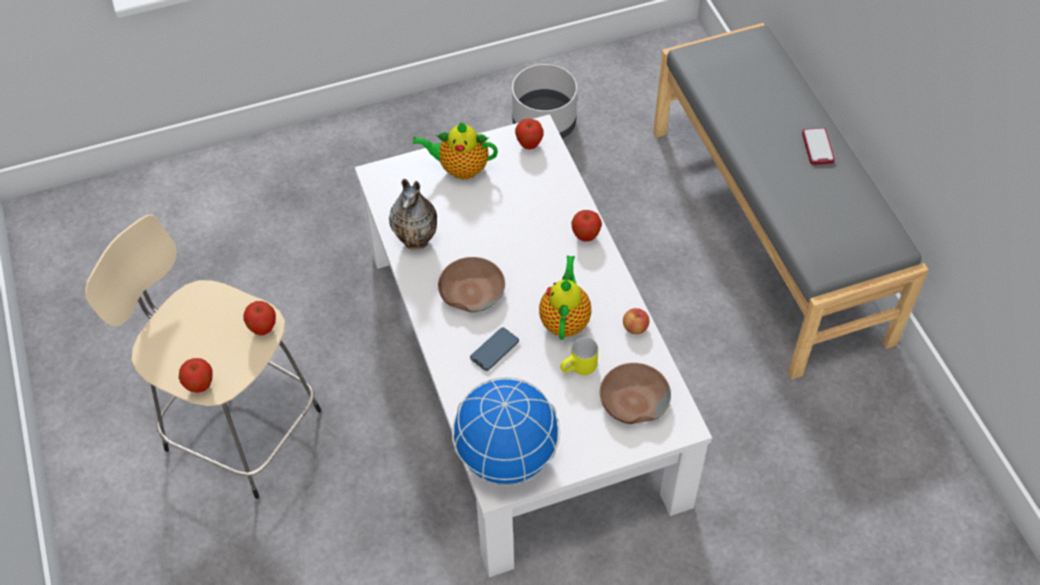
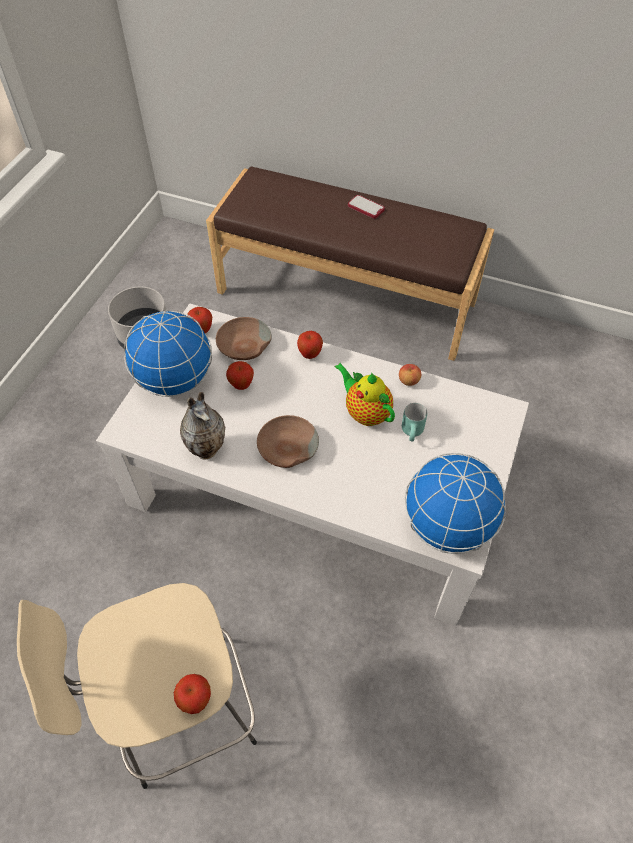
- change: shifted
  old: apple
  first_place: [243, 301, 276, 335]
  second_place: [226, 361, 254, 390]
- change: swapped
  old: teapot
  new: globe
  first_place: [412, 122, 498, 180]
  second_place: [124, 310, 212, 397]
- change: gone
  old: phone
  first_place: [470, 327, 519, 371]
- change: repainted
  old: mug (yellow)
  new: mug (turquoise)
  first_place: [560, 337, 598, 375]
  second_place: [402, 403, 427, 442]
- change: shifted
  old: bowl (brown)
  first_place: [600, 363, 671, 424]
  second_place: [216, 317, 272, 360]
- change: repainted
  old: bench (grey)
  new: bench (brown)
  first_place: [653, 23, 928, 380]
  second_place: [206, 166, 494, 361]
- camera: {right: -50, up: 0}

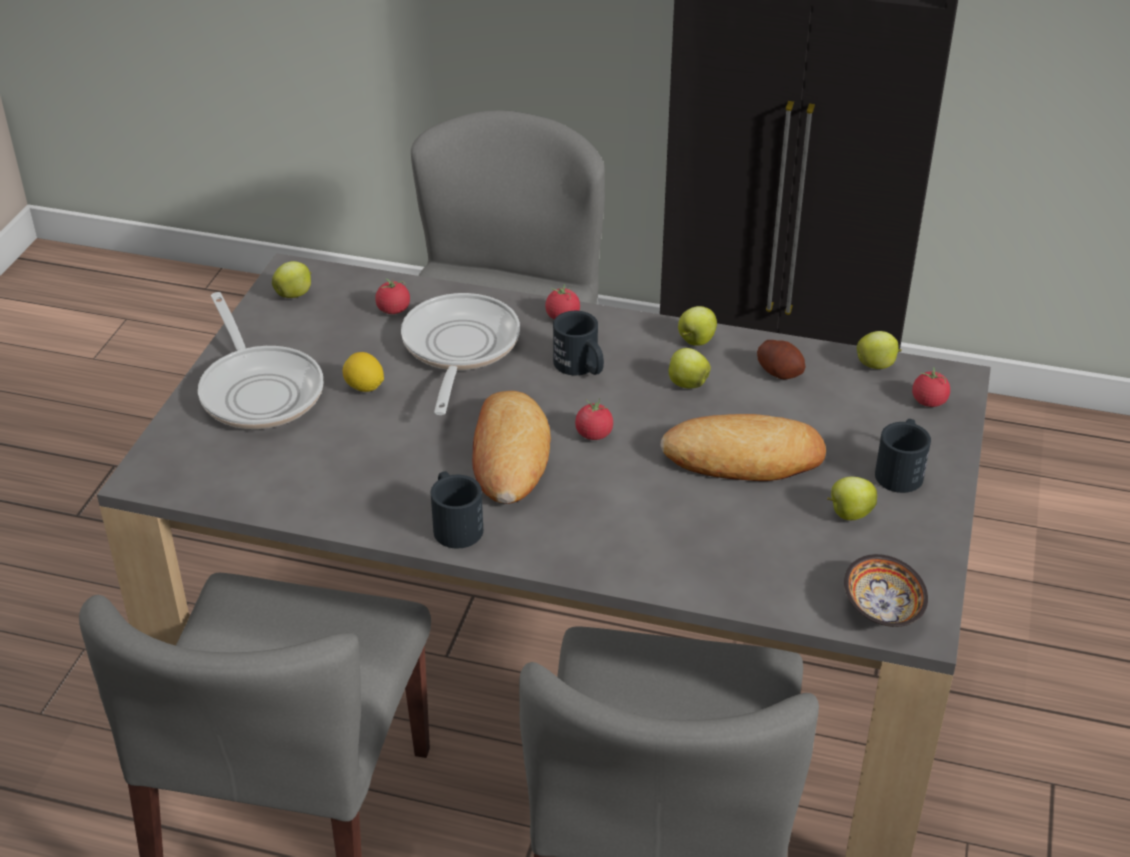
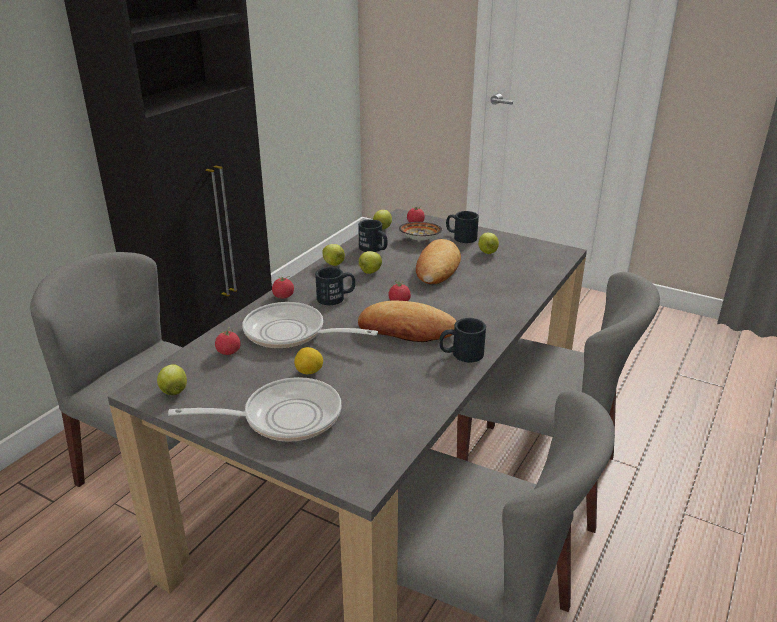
- change: swapped
  old: potato
  new: mug (black)
  first_place: [757, 340, 805, 379]
  second_place: [358, 219, 388, 252]
- change: shifted
  old: bowl
  first_place: [844, 554, 928, 627]
  second_place: [399, 222, 442, 241]
- camera: {right: -75, up: -10}

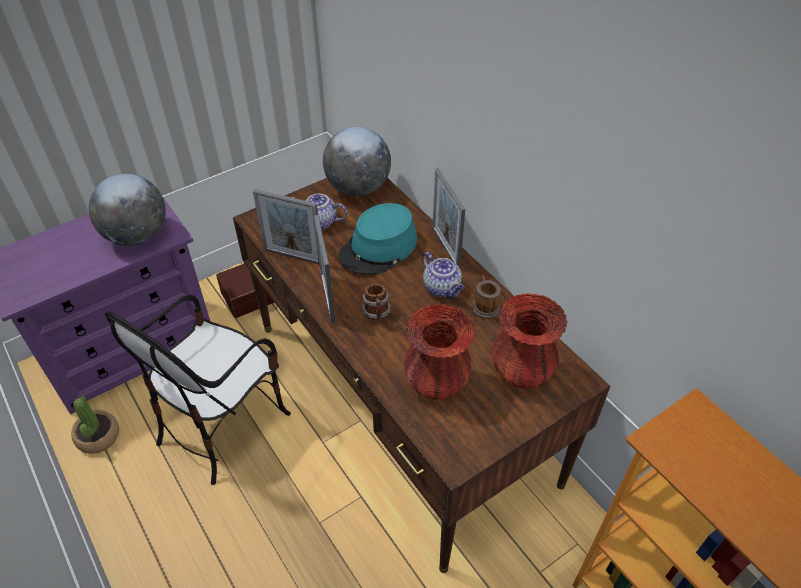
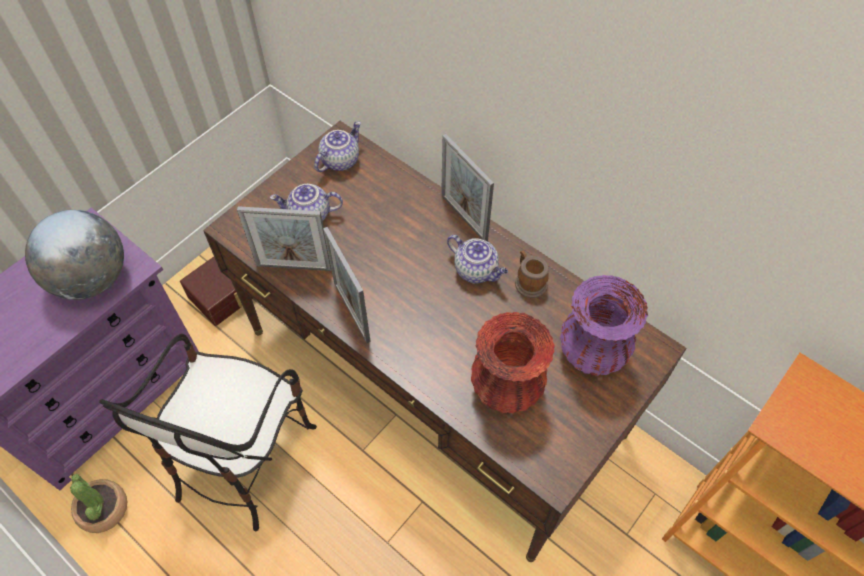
- change: swapped
  old: globe
  new: teapot
  first_place: [323, 127, 391, 196]
  second_place: [314, 121, 361, 172]
- change: gone
  old: hat (turquoise)
  first_place: [339, 203, 417, 275]
- change: gone
  old: mug
  first_place: [362, 283, 391, 320]
- change: repainted
  old: vase (red)
  new: vase (purple)
  first_place: [492, 293, 567, 388]
  second_place: [560, 275, 648, 376]
- camera: {right: -15, up: 10}

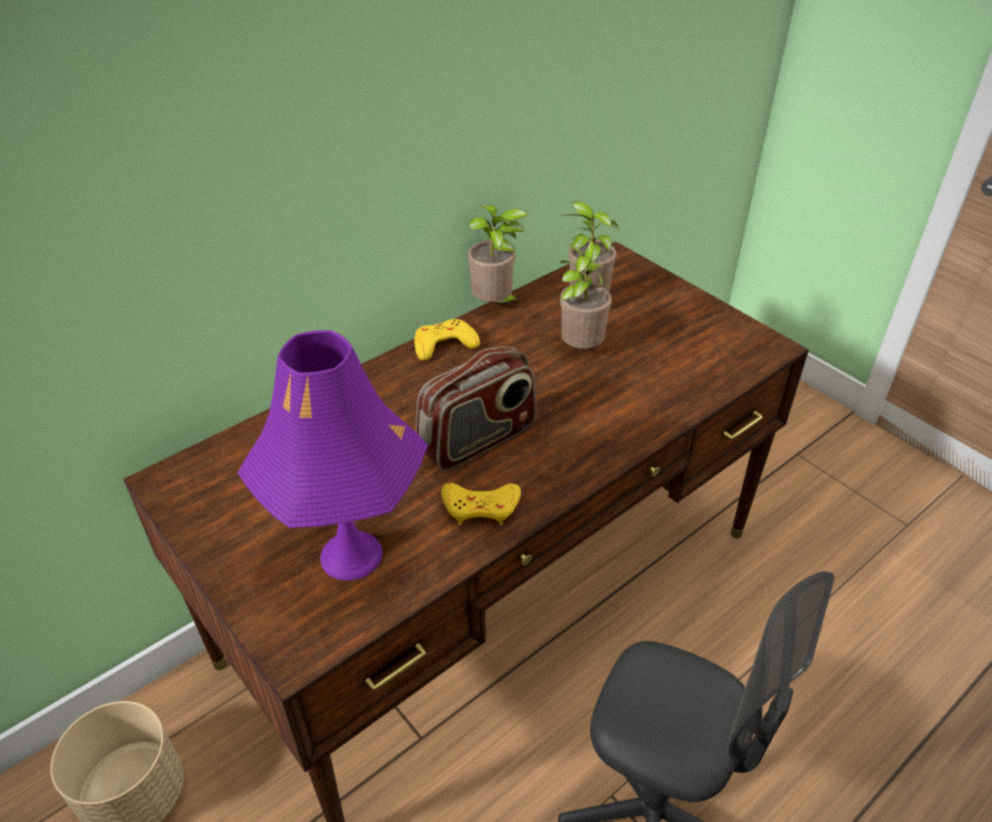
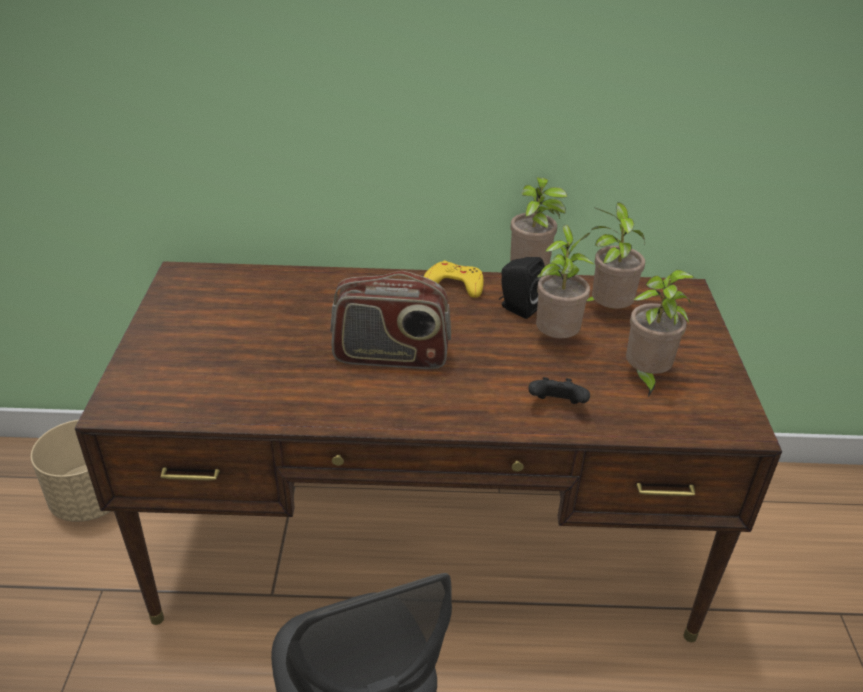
- change: gone
  old: table lamp (purple)
  first_place: [237, 330, 428, 581]
- change: gone
  old: game controller (yellow)
  first_place: [441, 483, 521, 525]
- change: new
  new: speaker (black)
  second_place: [499, 257, 545, 319]
- change: new
  new: game controller (black)
  second_place: [528, 377, 590, 404]
- change: new
  new: potted plant
  second_place: [626, 270, 694, 397]
- camera: {right: 40, up: -5}

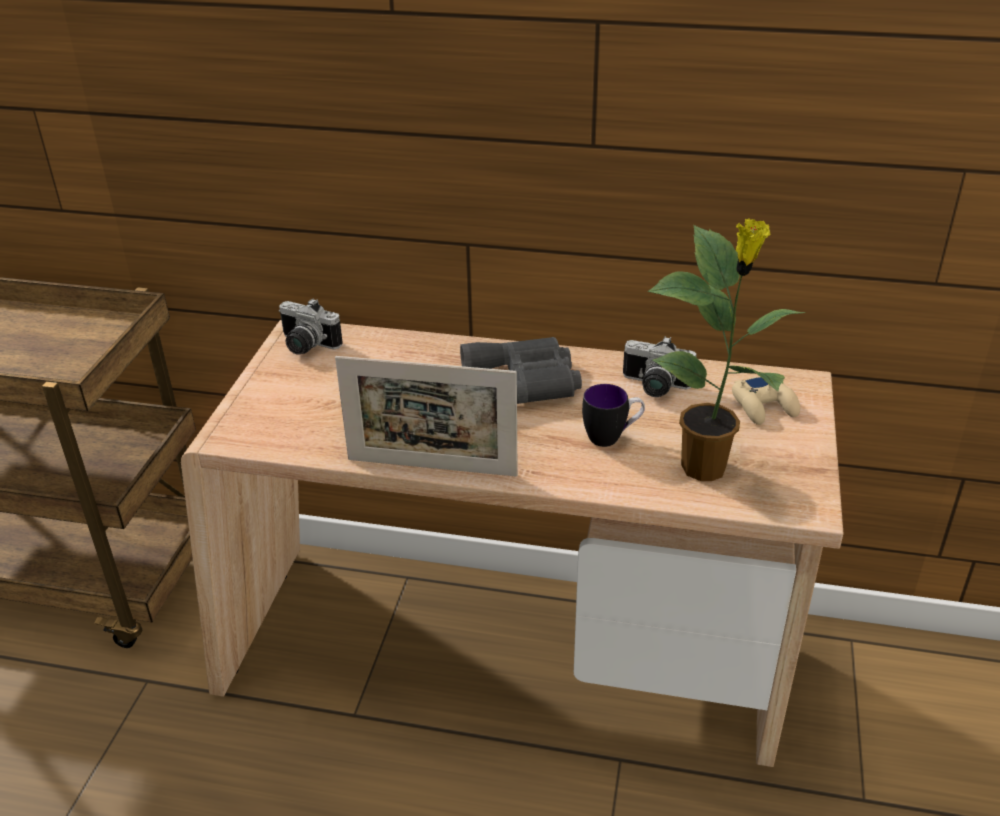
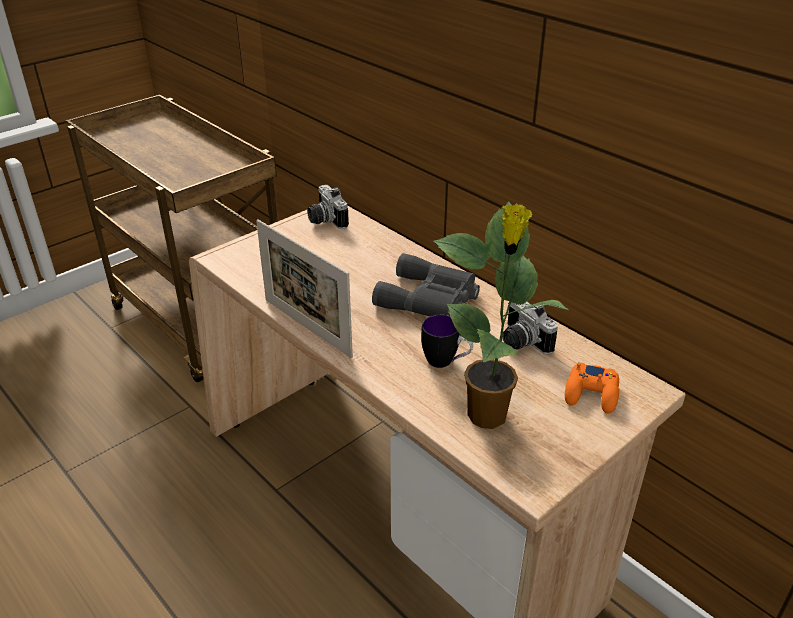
- change: repainted
  old: game controller (beige)
  new: game controller (orange)
  first_place: [732, 377, 800, 425]
  second_place: [565, 362, 619, 414]
- camera: {right: 35, up: 0}

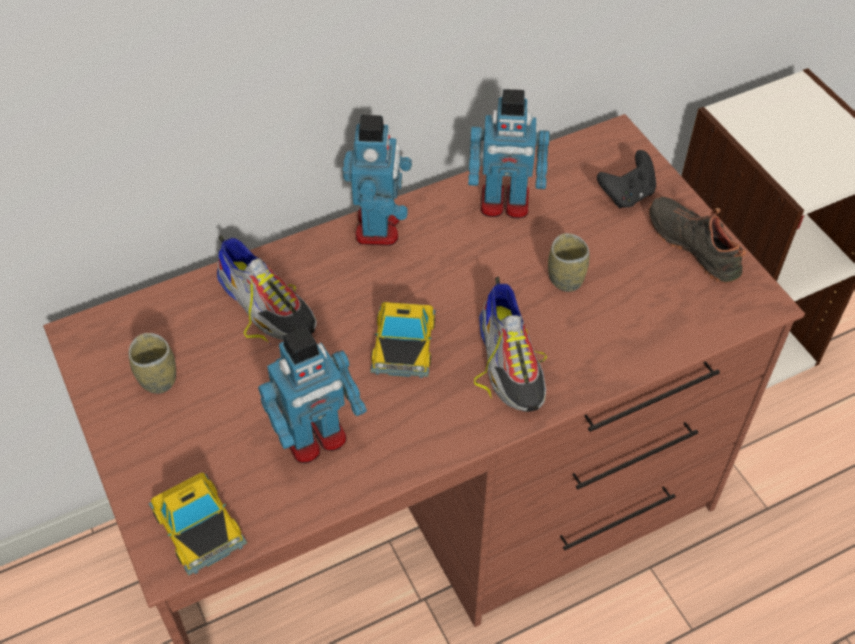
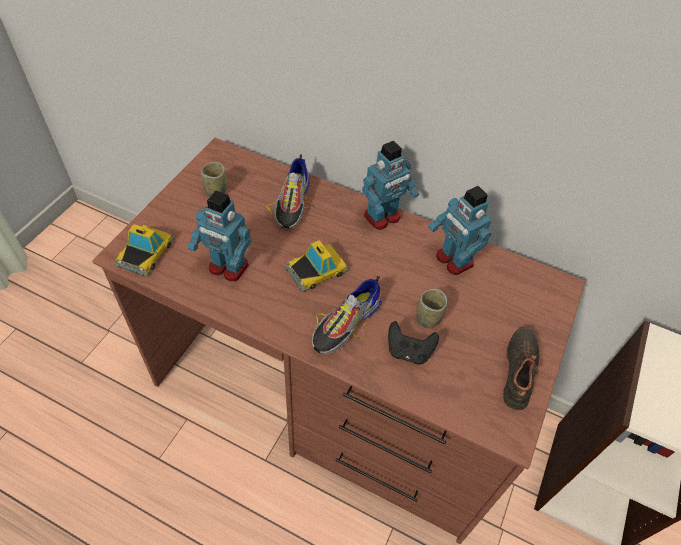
- change: shifted
  old: game controller (black)
  first_place: [597, 150, 656, 208]
  second_place: [388, 321, 439, 364]
- camera: {right: 50, up: 0}

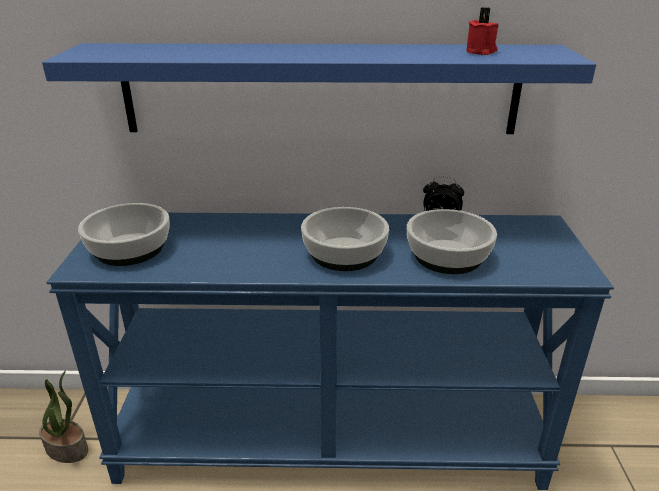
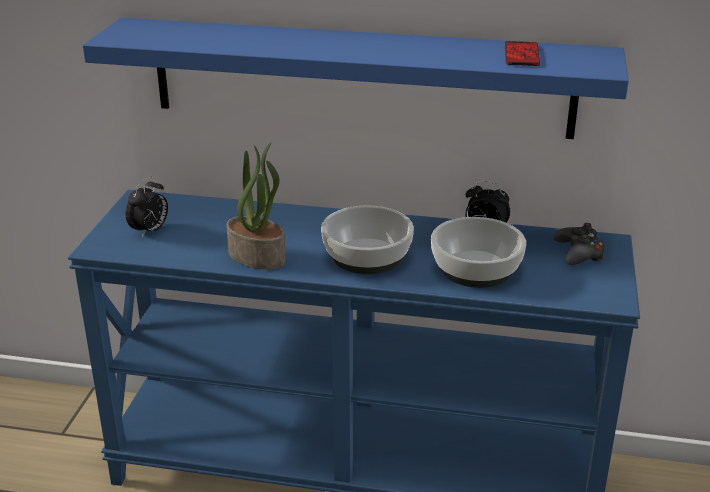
- change: shifted
  old: potted plant
  first_place: [39, 370, 88, 463]
  second_place: [226, 142, 286, 269]
- change: swapped
  old: bowl
  new: alarm clock
  first_place: [78, 203, 170, 266]
  second_place: [126, 176, 168, 238]
- change: swapped
  old: candle (red)
  new: phone
  first_place: [466, 7, 498, 55]
  second_place: [505, 41, 540, 66]
- change: new
  new: game controller (black)
  second_place: [553, 223, 605, 265]
- camera: {right: 10, up: 0}

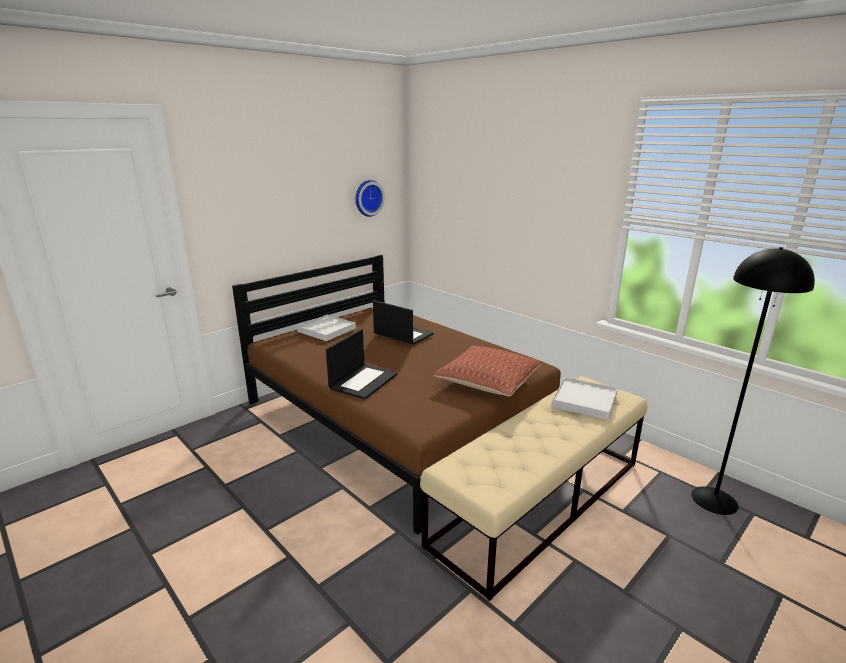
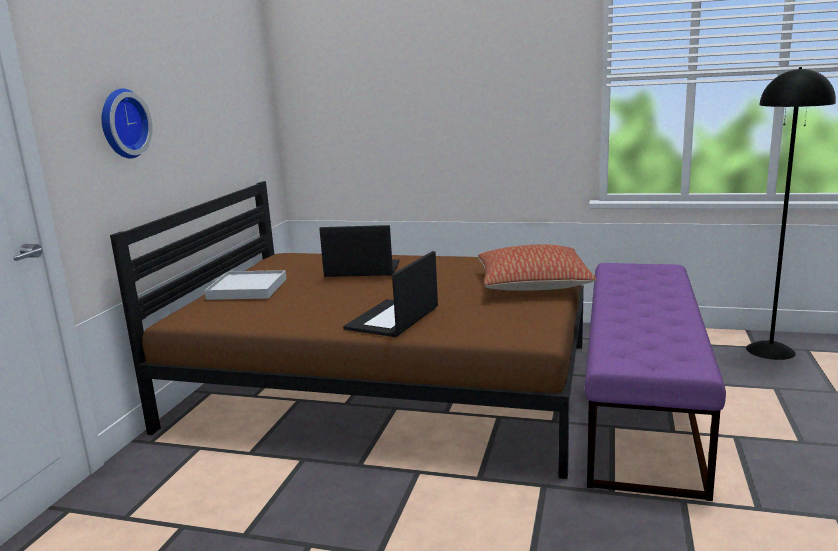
- change: rotated
  old: laptop
  first_place: [326, 329, 398, 399]
  second_place: [343, 251, 438, 337]
  degrees: -150
- change: shifted
  old: wall clock
  first_place: [355, 180, 385, 217]
  second_place: [102, 89, 153, 158]
- change: repainted
  old: bench (beige)
  new: bench (purple)
  first_place: [420, 376, 647, 601]
  second_place: [585, 263, 726, 501]
- change: gone
  old: tray (white)
  first_place: [552, 377, 618, 420]
- camera: {right: -30, up: -5}

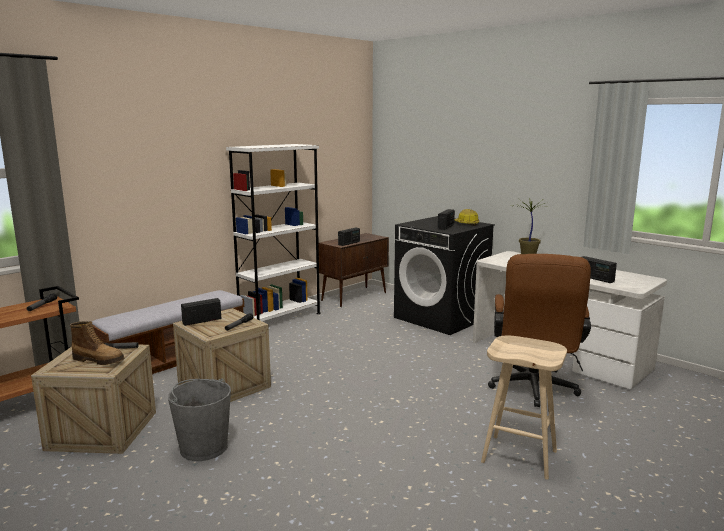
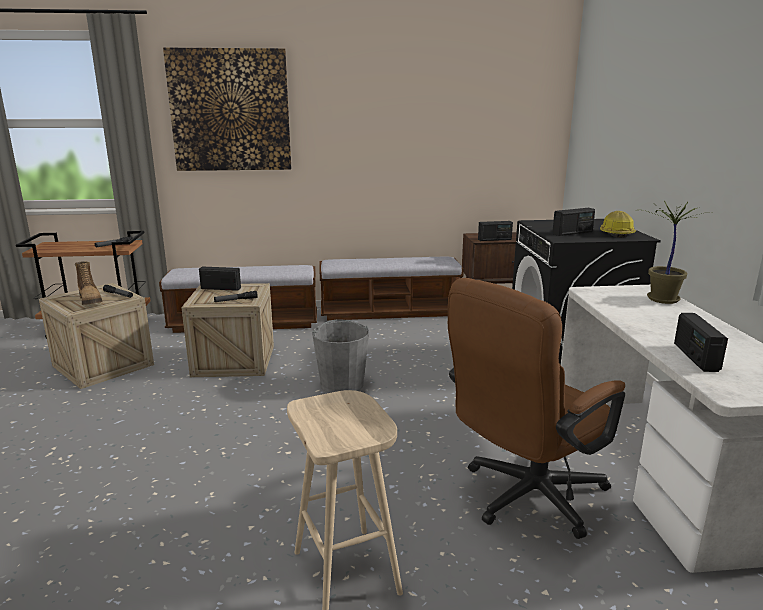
- change: shifted
  old: bucket (grey)
  first_place: [168, 379, 231, 461]
  second_place: [312, 319, 370, 393]
- change: swapped
  old: bookcase (white)
  new: bench
  first_place: [226, 144, 321, 321]
  second_place: [320, 257, 464, 320]
- change: new
  new: picture
  second_place: [163, 48, 291, 171]
- camera: {right: 40, up: 5}

